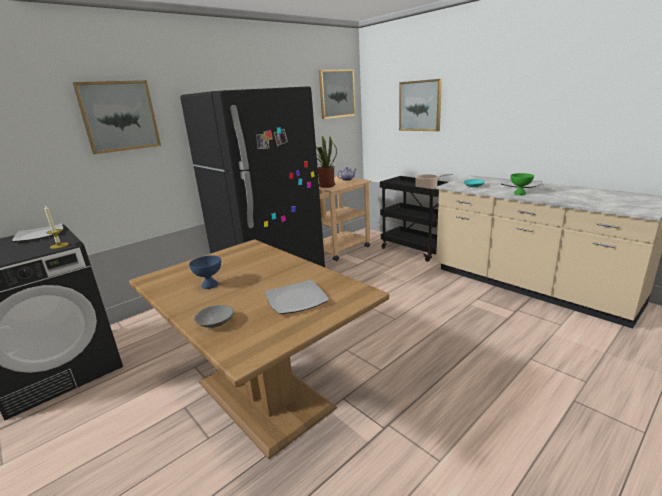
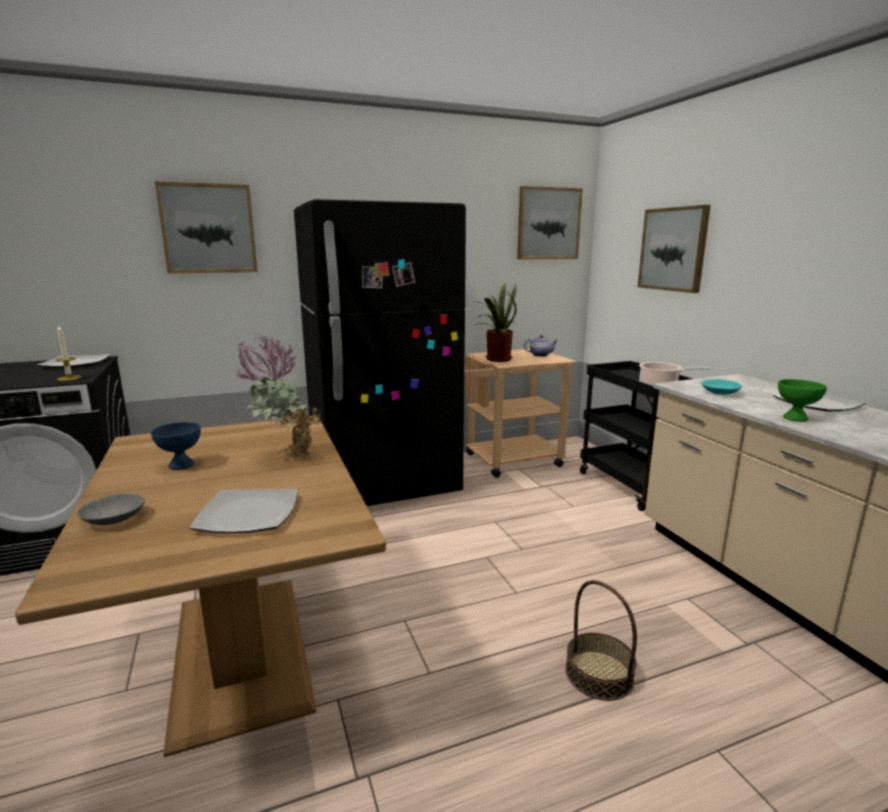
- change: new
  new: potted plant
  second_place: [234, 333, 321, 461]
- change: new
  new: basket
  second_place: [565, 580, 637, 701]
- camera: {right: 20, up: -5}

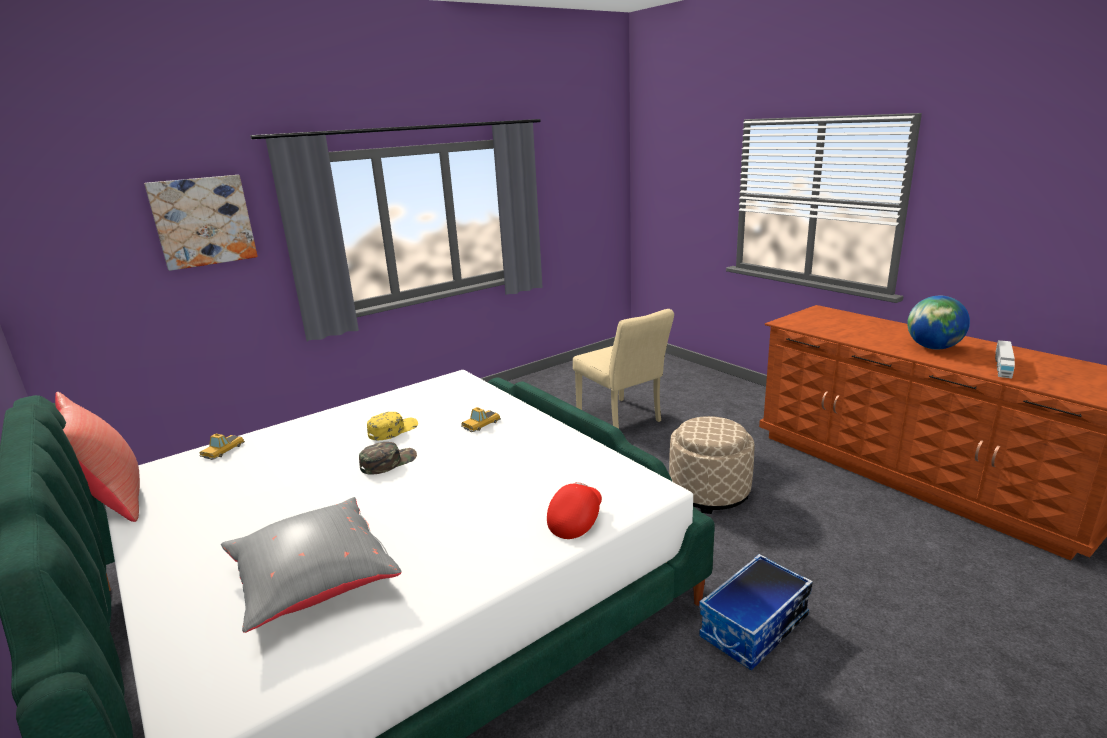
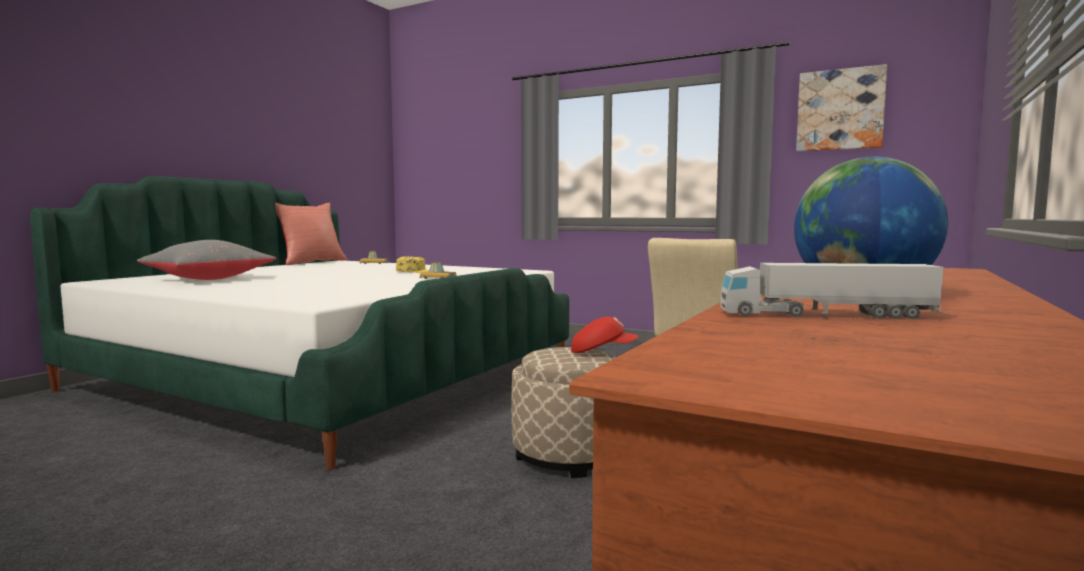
- change: shifted
  old: picture
  first_place: [144, 175, 258, 271]
  second_place: [796, 64, 887, 152]
- change: gone
  old: cap (green)
  first_place: [359, 442, 417, 474]
- change: shifted
  old: cap (red)
  first_place: [547, 482, 602, 539]
  second_place: [571, 317, 639, 353]
- change: gone
  old: storage box
  first_place: [699, 554, 813, 670]
- camera: {right: 65, up: -15}

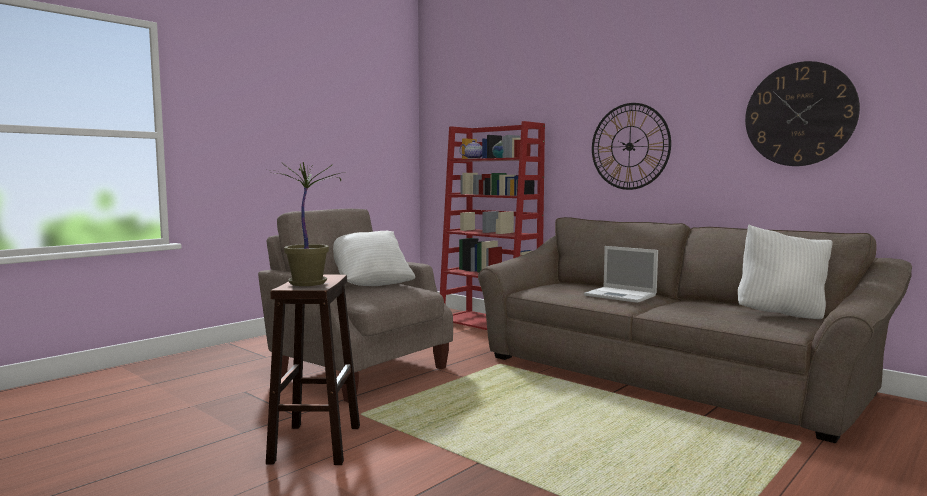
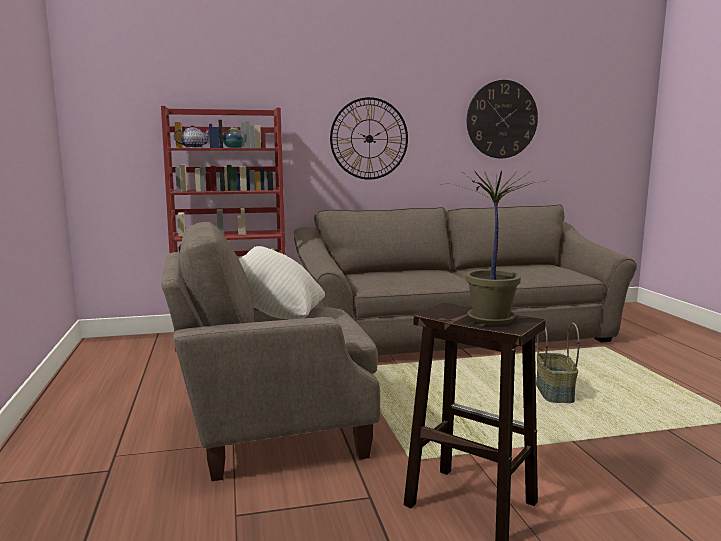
- change: gone
  old: laptop
  first_place: [584, 246, 658, 303]
- change: gone
  old: pillow (white)
  first_place: [738, 225, 833, 319]
- change: new
  new: basket
  second_place: [536, 323, 580, 403]
- camera: {right: -55, up: 5}

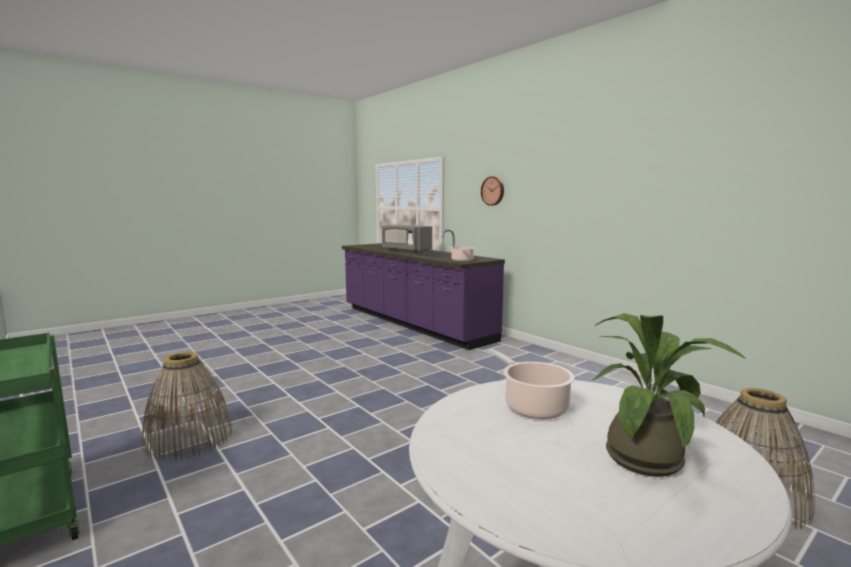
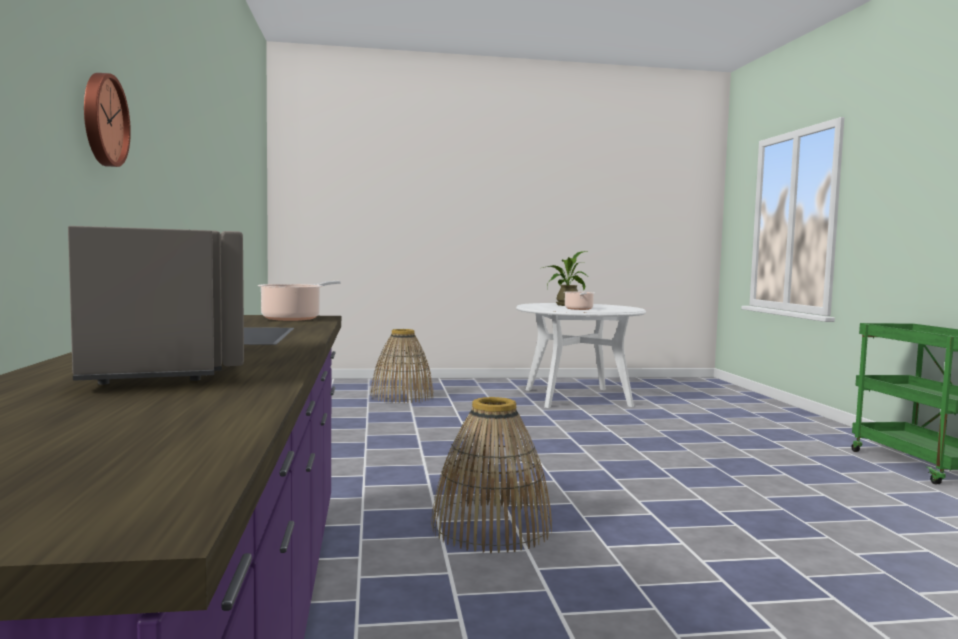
- change: shifted
  old: basket
  first_place: [142, 352, 232, 461]
  second_place: [431, 397, 552, 553]
- camera: {right: -150, up: -5}

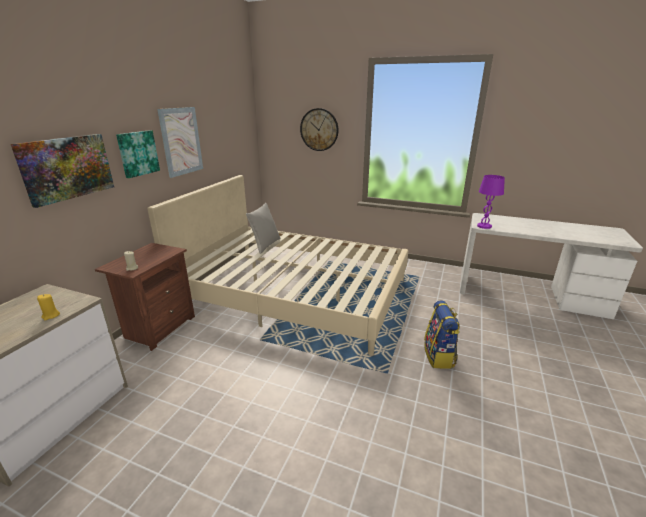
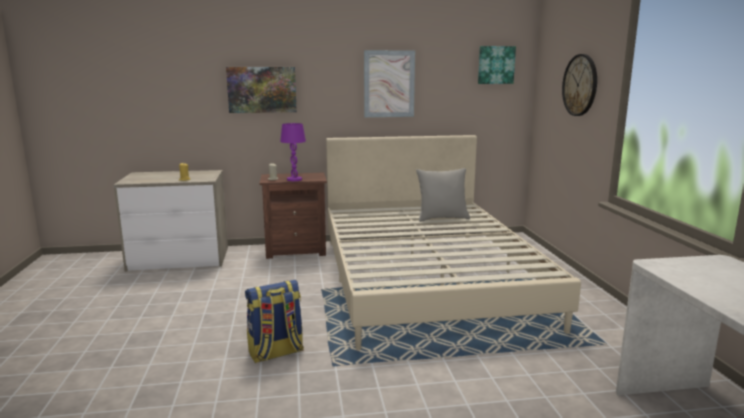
- change: shifted
  old: picture
  first_place: [116, 130, 160, 178]
  second_place: [478, 46, 516, 84]
- change: shifted
  old: backpack
  first_place: [424, 301, 460, 369]
  second_place: [245, 280, 304, 363]
- change: shifted
  old: table lamp (purple)
  first_place: [477, 175, 505, 229]
  second_place: [280, 123, 306, 181]
- camera: {right: 60, up: -10}

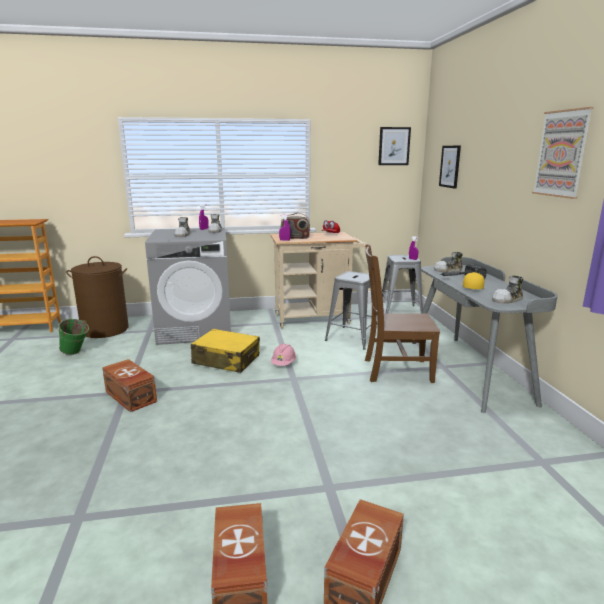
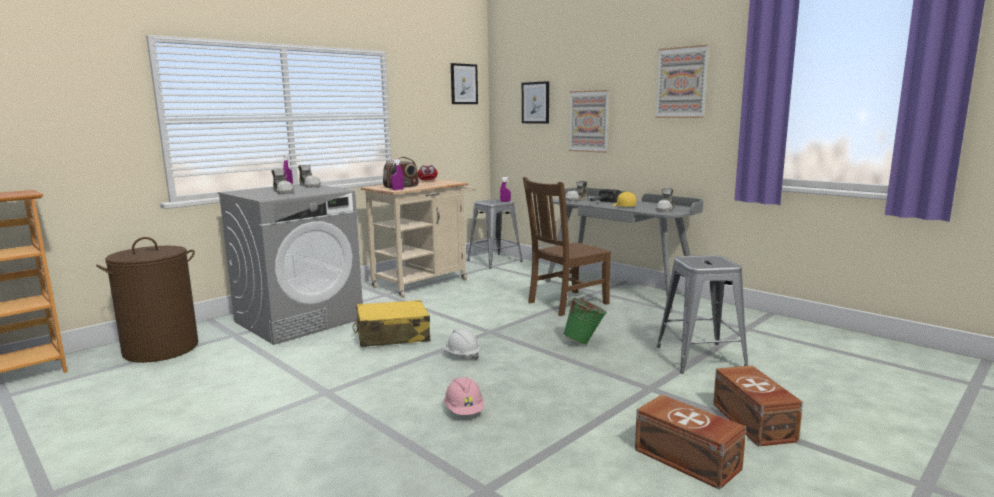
- change: shifted
  old: bucket (green)
  first_place: [56, 319, 89, 355]
  second_place: [563, 297, 607, 345]
- change: gone
  old: storage box (brown)
  first_place: [102, 359, 157, 412]
- change: shifted
  old: hard hat (pink)
  first_place: [271, 344, 296, 366]
  second_place: [444, 377, 484, 415]
- change: shifted
  old: stool (grey)
  first_place: [325, 271, 372, 349]
  second_place: [657, 255, 748, 373]
- change: new
  new: hard hat (white)
  second_place: [442, 328, 480, 361]
- change: new
  new: picture
  second_place: [569, 90, 609, 153]
- camera: {right: -35, up: -5}

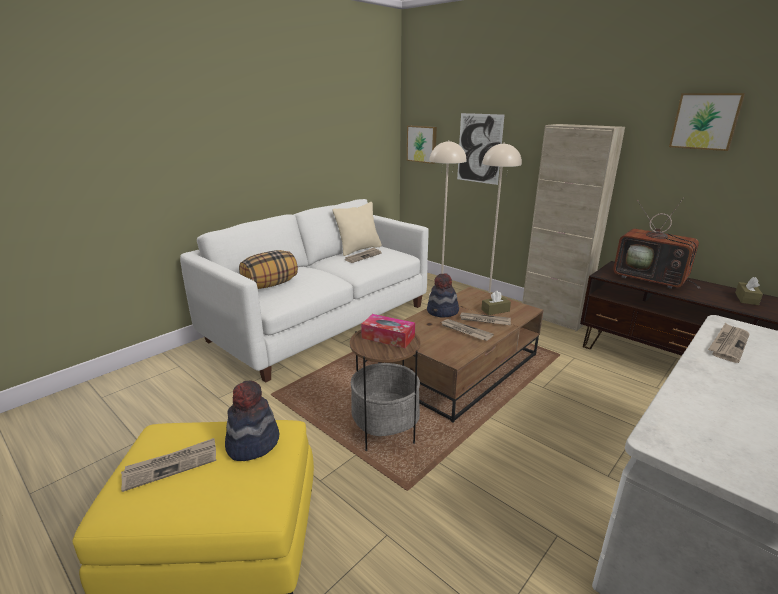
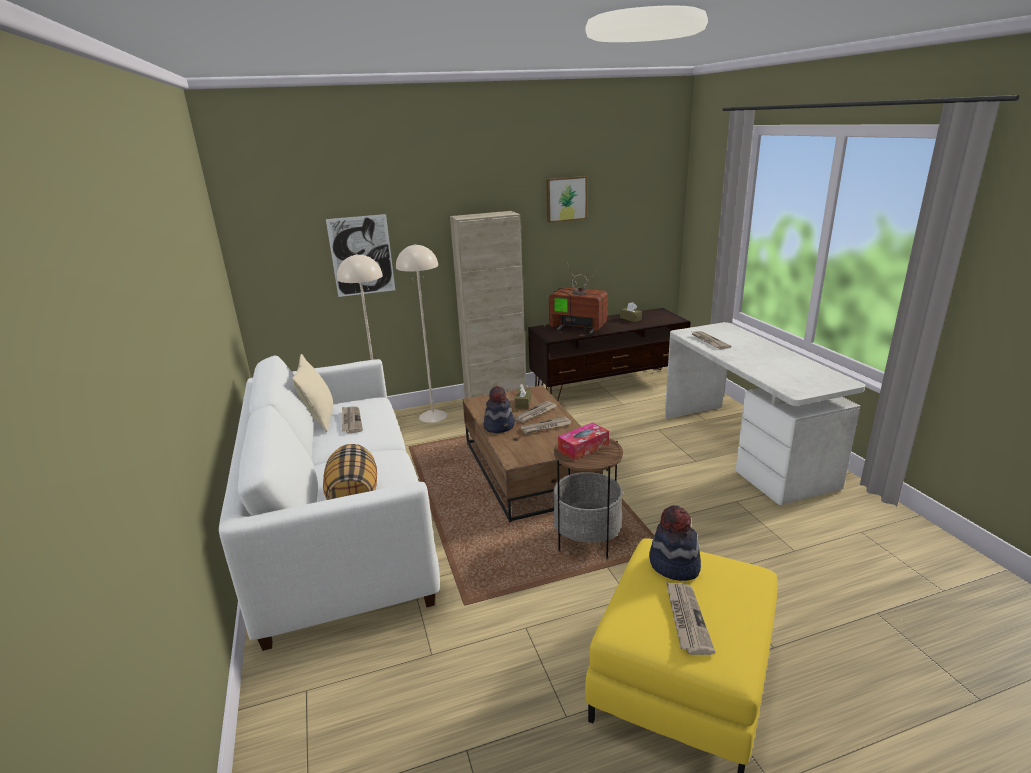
- change: gone
  old: picture
  first_place: [407, 125, 437, 164]
- change: rotated
  old: television
  first_place: [613, 197, 701, 289]
  second_place: [543, 262, 608, 336]
  degrees: -135
- camera: {right: -60, up: 0}

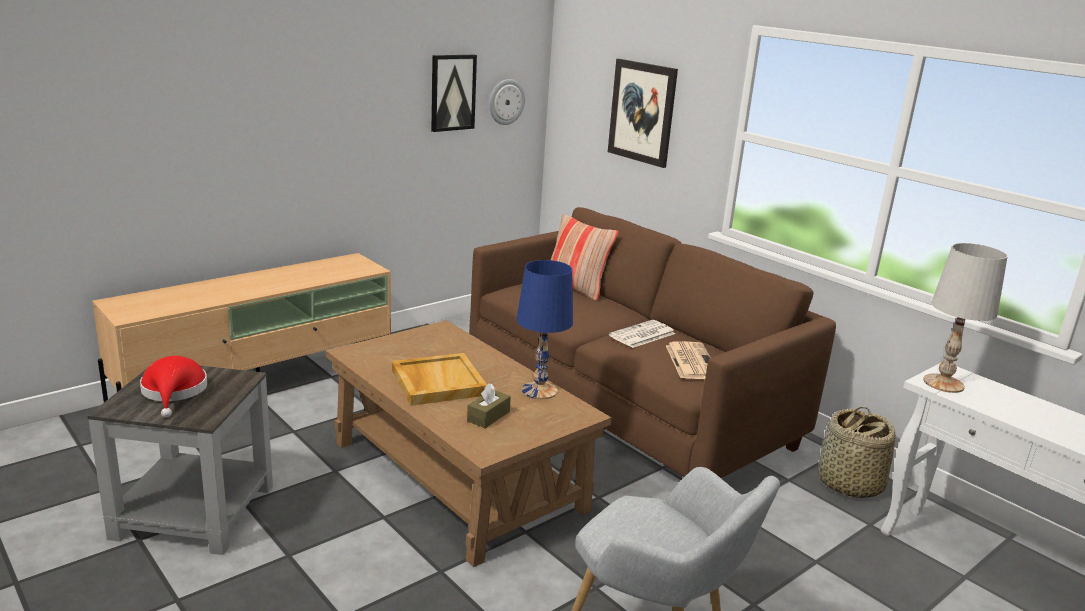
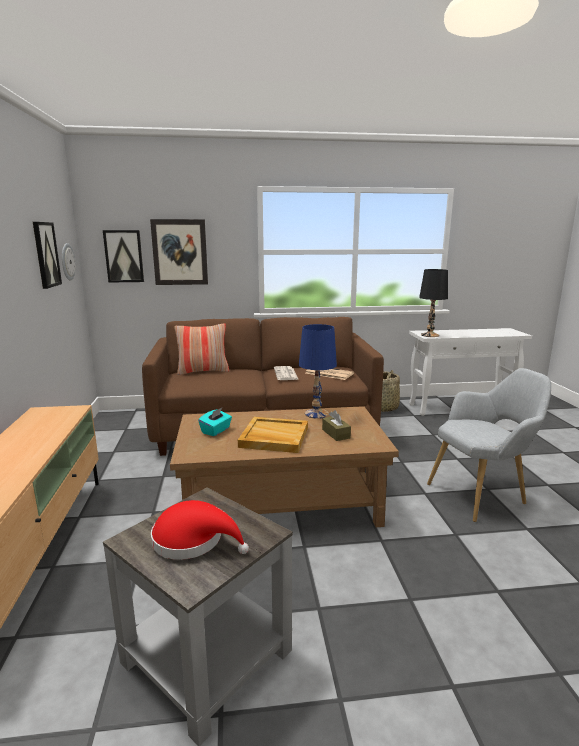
- change: repainted
  old: table lamp (white)
  new: table lamp (black)
  first_place: [923, 243, 1008, 393]
  second_place: [419, 269, 448, 337]
- change: new
  new: picture
  second_place: [103, 230, 144, 283]
- change: new
  new: tissue box (turquoise)
  second_place: [198, 408, 232, 436]
- camera: {right: -55, up: -5}

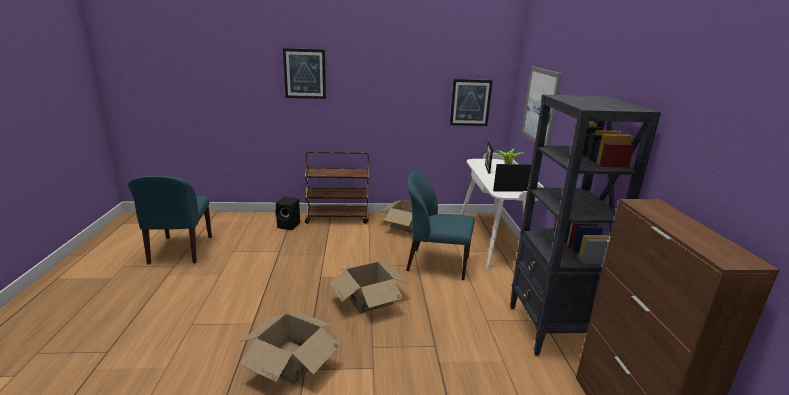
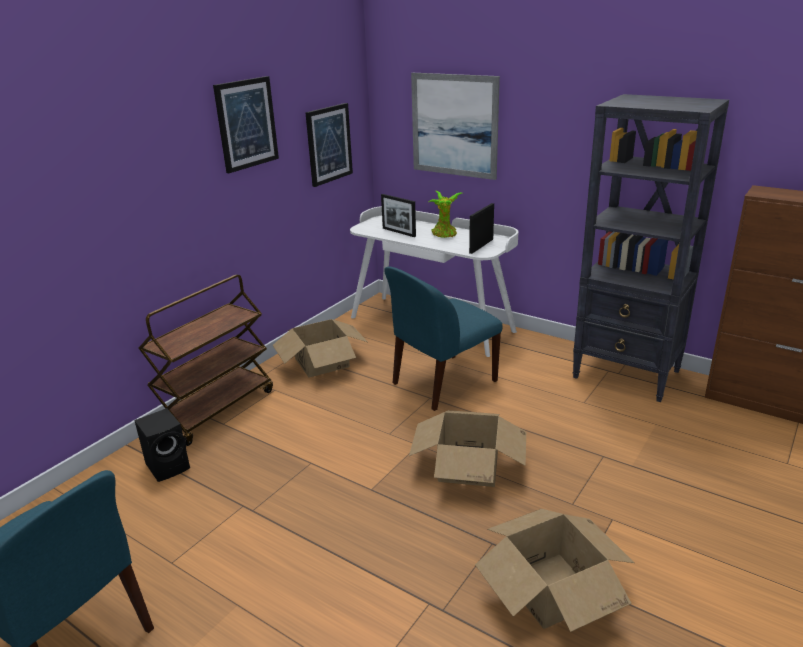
- change: shifted
  old: picture
  first_place: [283, 48, 326, 99]
  second_place: [213, 76, 279, 173]
- camera: {right: -50, up: 5}

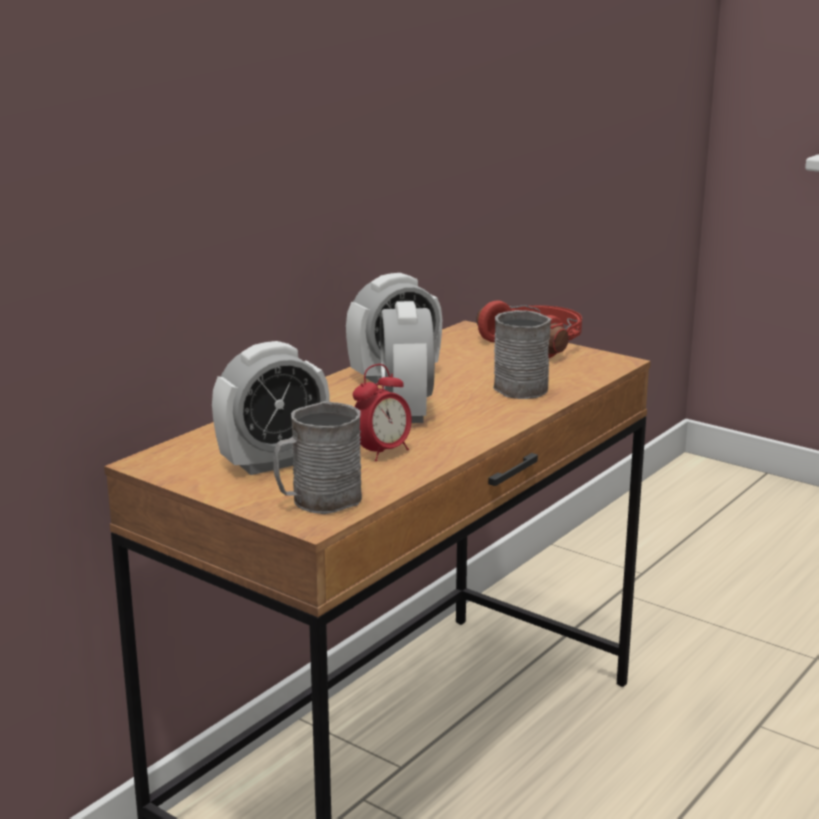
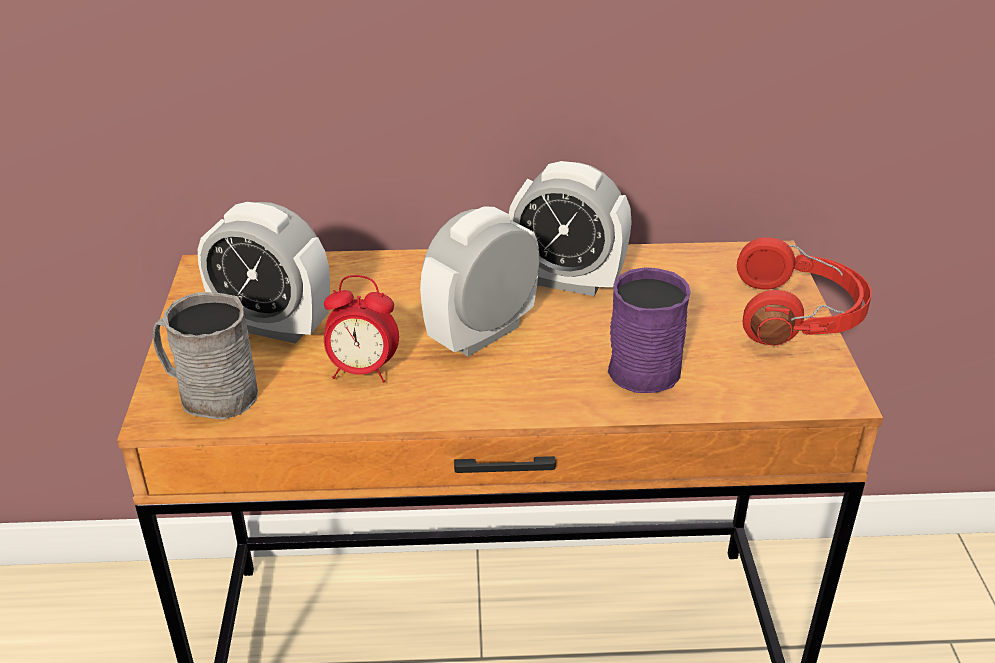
- change: repainted
  old: mug (grey)
  new: mug (purple)
  first_place: [493, 310, 551, 399]
  second_place: [608, 267, 691, 393]
- camera: {right: 50, up: 15}

